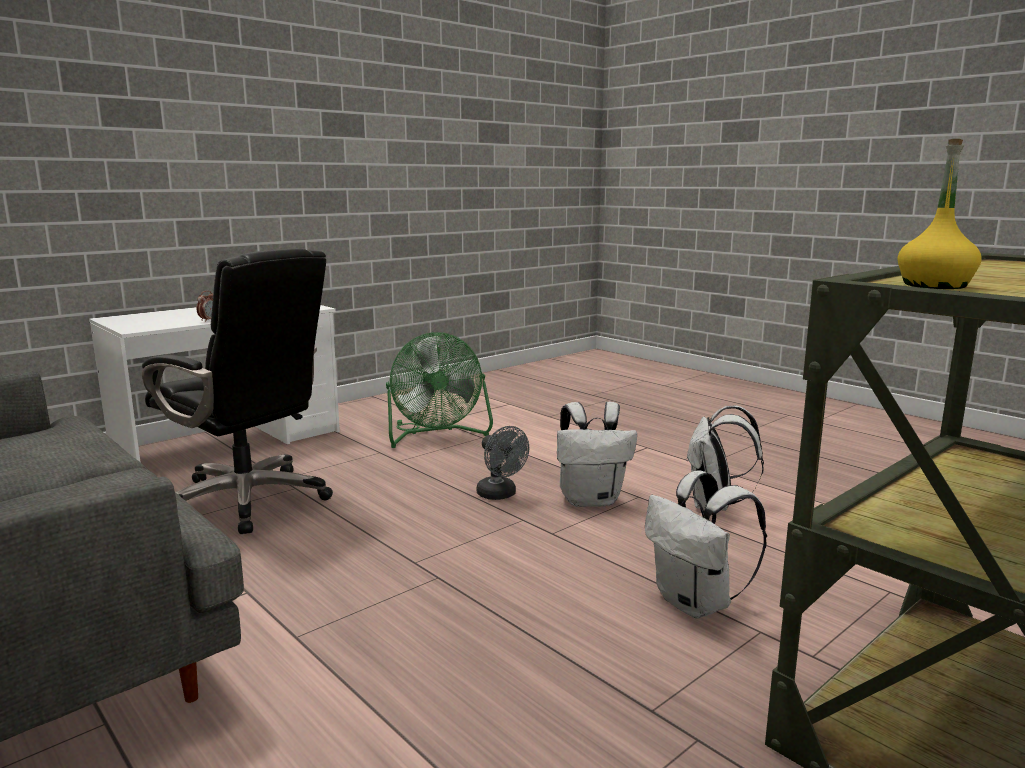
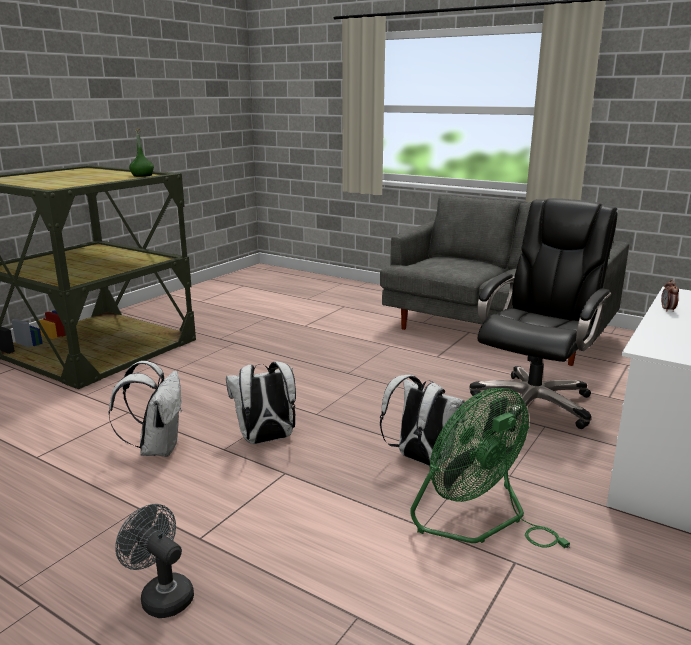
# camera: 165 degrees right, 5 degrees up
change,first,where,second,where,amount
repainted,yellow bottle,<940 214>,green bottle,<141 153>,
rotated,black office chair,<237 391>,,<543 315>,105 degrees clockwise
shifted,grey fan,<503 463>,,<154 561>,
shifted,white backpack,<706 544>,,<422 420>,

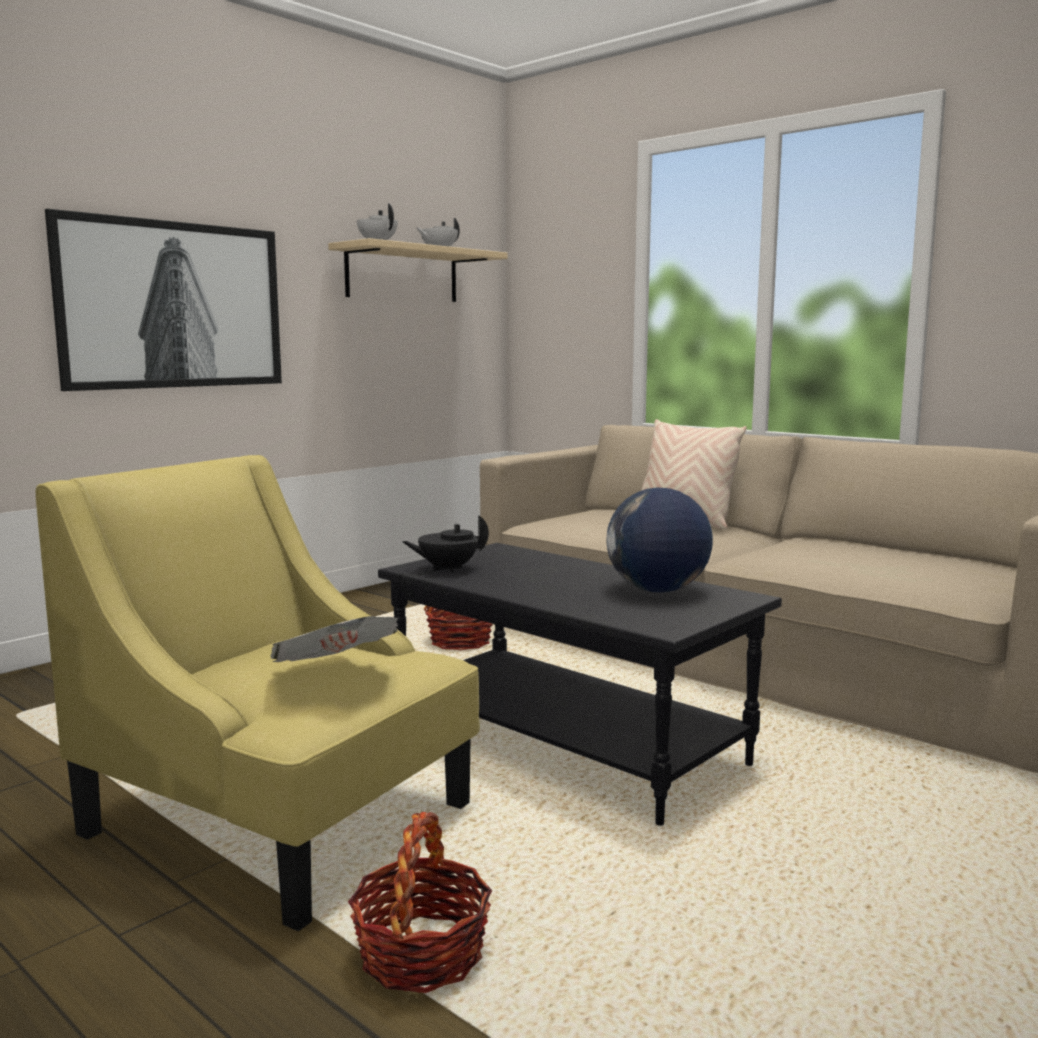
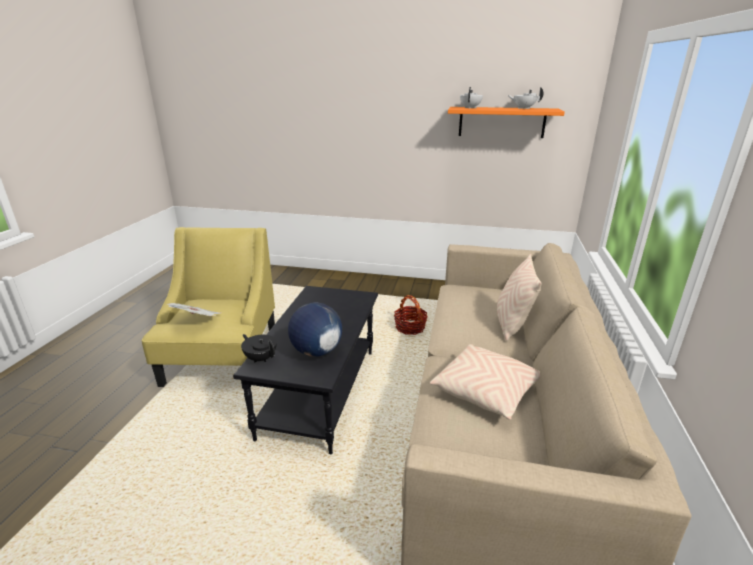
# camera: 60 degrees right, 15 degrees up
change,first,where,second,where,amount
gone,picture,<163 300>,,,
repainted,beige shelf,<418 270>,orange shelf,<506 122>,
shifted,black teapot,<445 543>,,<259 348>,
gone,basket,<420 902>,,,
new,,,beige pillow,<485 382>,

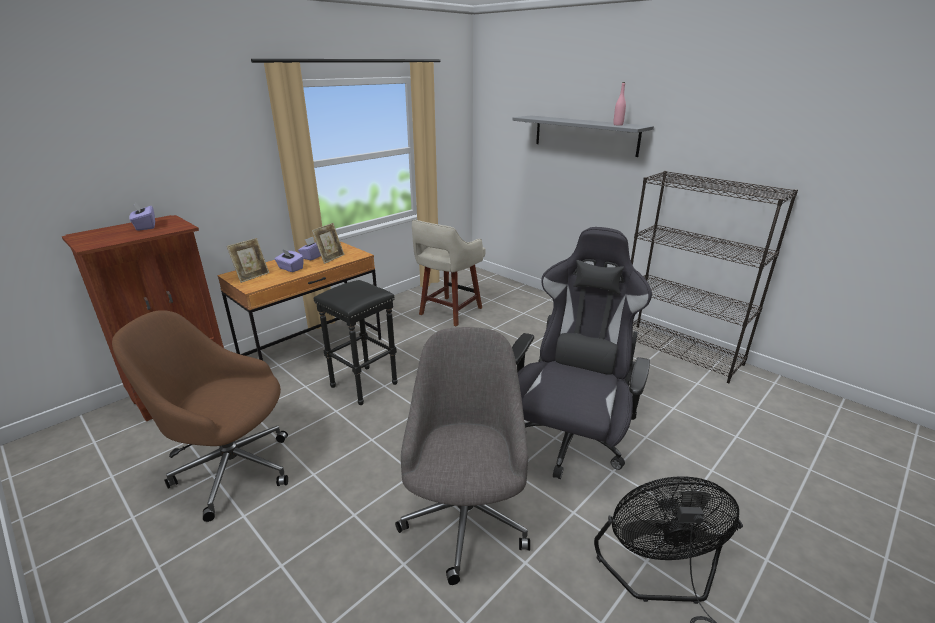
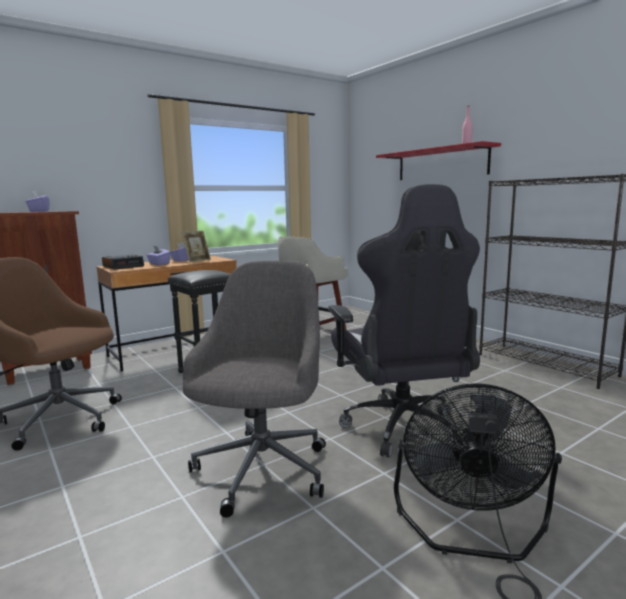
# camera: 10 degrees right, 15 degrees down
change,first,where,second,where,amount
repainted,grey shelf,<583 136>,red shelf,<438 160>,
rotated,black office chair,<582 353>,,<404 321>,135 degrees clockwise
swapped,picture frame,<248 260>,alarm clock,<123 262>,

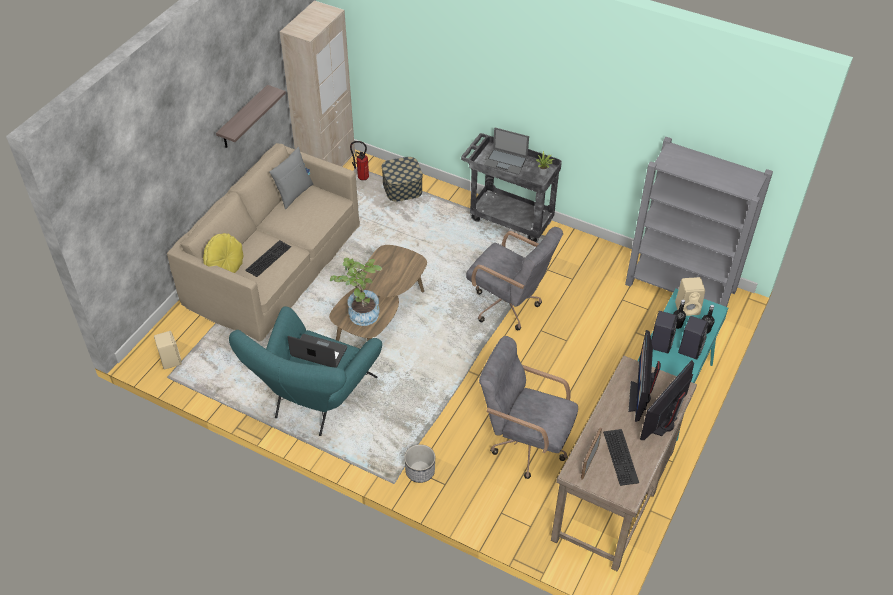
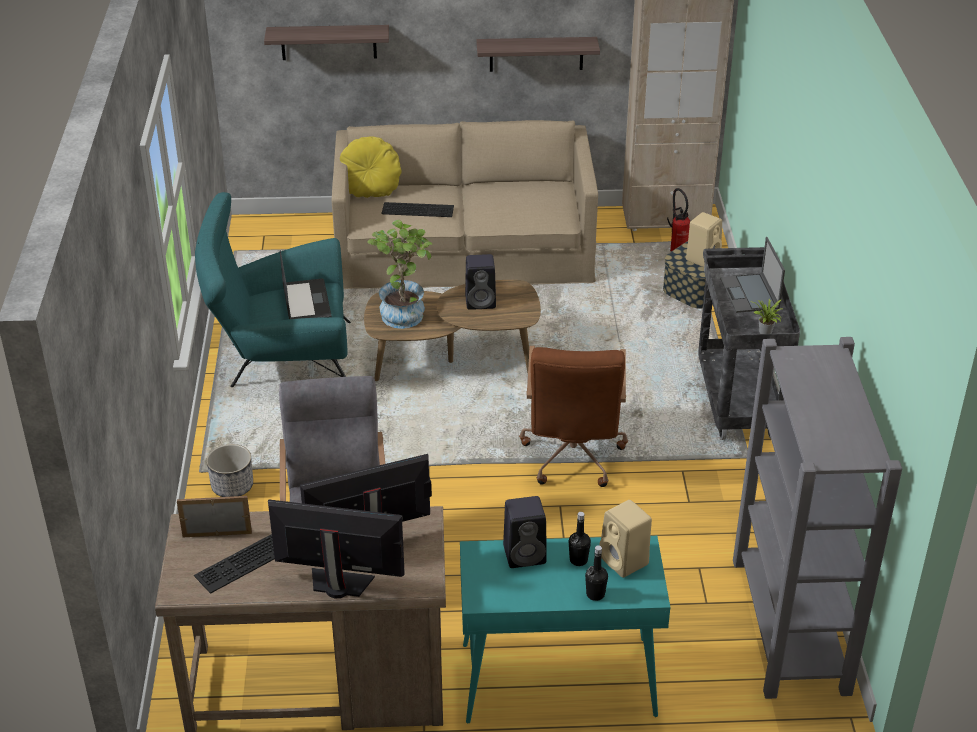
# camera: 60 degrees right, 10 degrees down
change,first,where,second,where,amount
gone,grey pillow,<291 178>,,,
repainted,grey office chair,<514 278>,brown office chair,<573 416>,
shifted,black speaker,<693 337>,,<480 282>,
shifted,beige speaker,<168 350>,,<704 239>,
new,,,shelf,<326 42>,

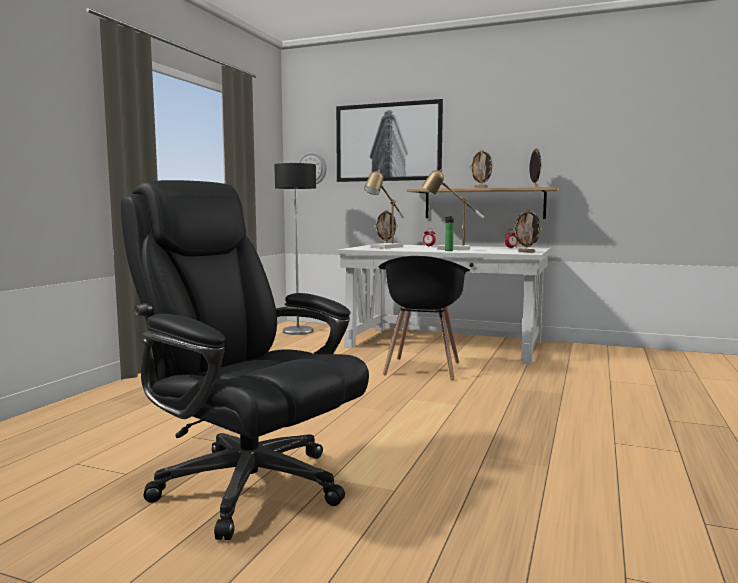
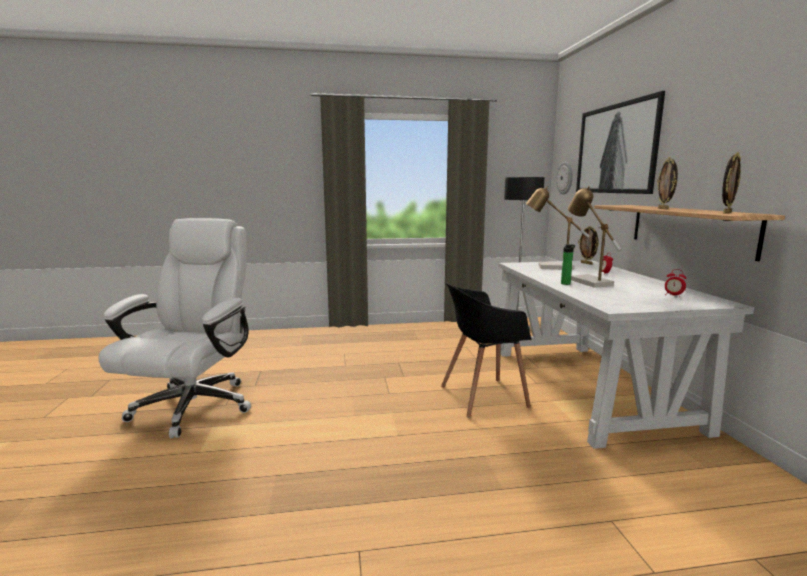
# camera: 60 degrees right, 5 degrees up
change,first,where,second,where,amount
repainted,black office chair,<245 360>,white office chair,<175 328>,
gone,picture frame,<527 230>,,,

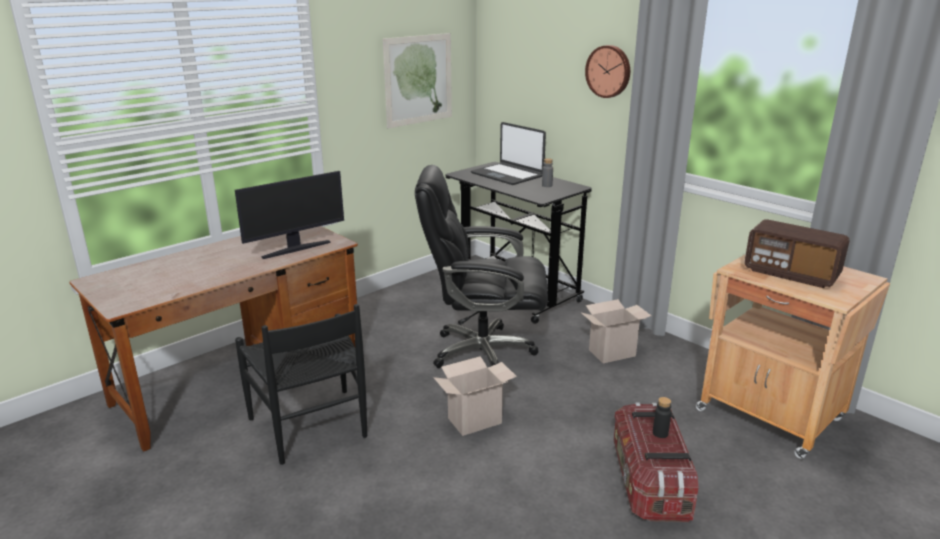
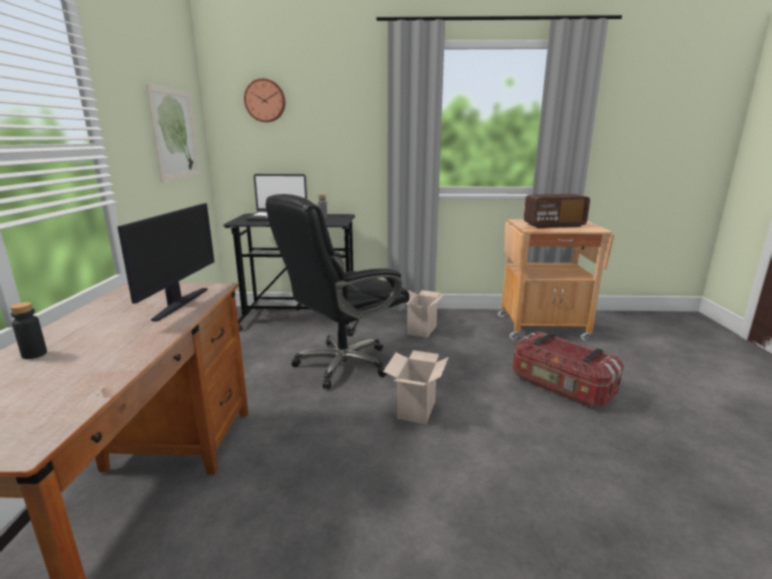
# camera: 45 degrees left, 5 degrees down
change,first,where,second,where,amount
shifted,wall clock,<607 71>,,<264 100>,
gone,black chair,<301 384>,,,
shifted,black bottle,<662 417>,,<28 330>,

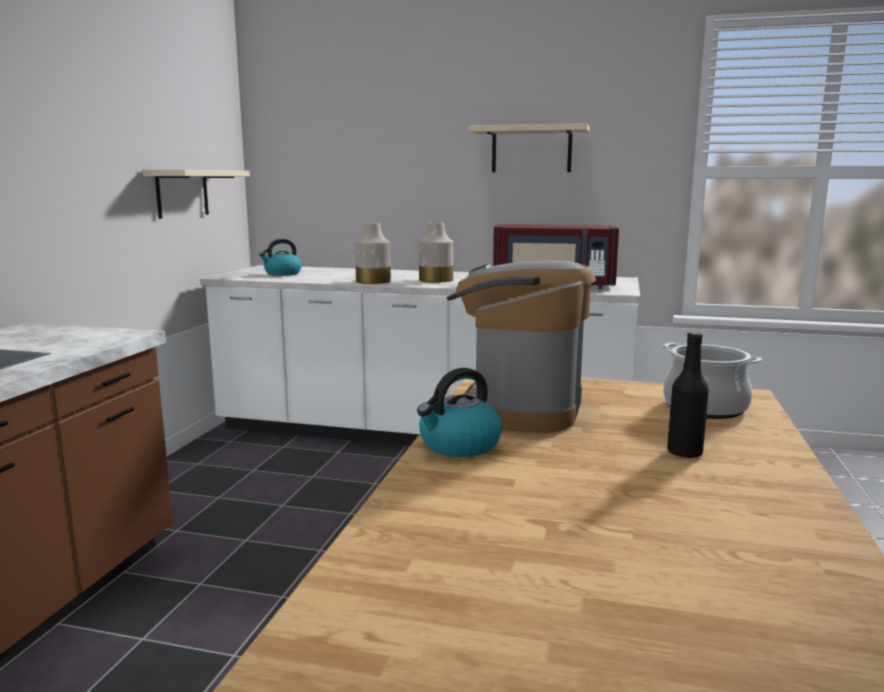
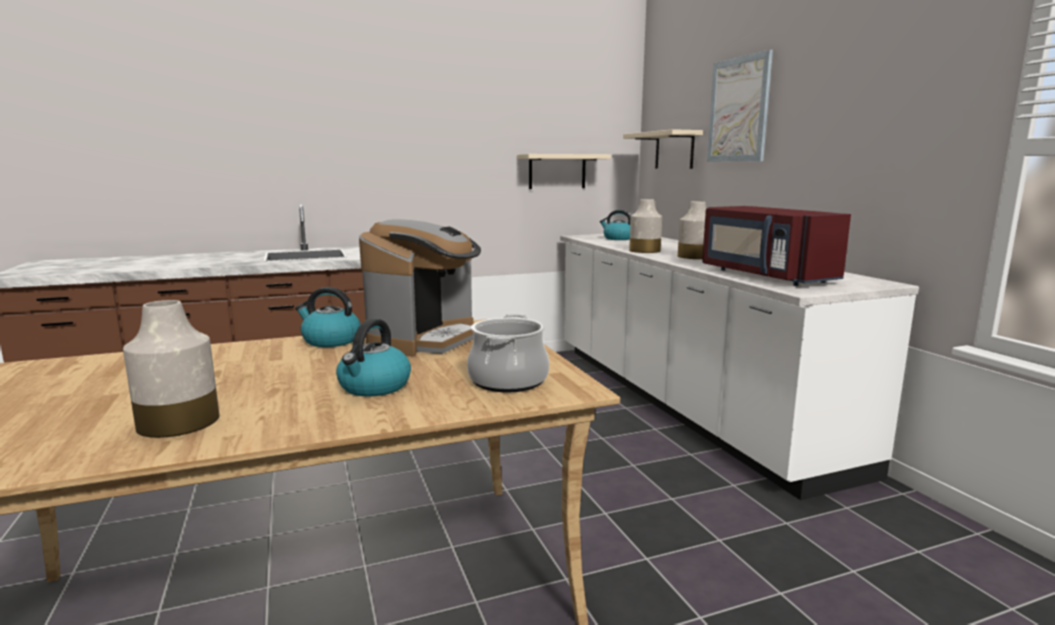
# camera: 55 degrees right, 0 degrees up
change,first,where,second,where,amount
shifted,beige shelf,<529 147>,,<663 149>,
rotated,coffee machine,<521 347>,,<420 288>,135 degrees clockwise
swapped,black bottle,<688 395>,kettle,<373 358>,
new,,,picture,<740 106>,
new,,,beige vase,<171 369>,

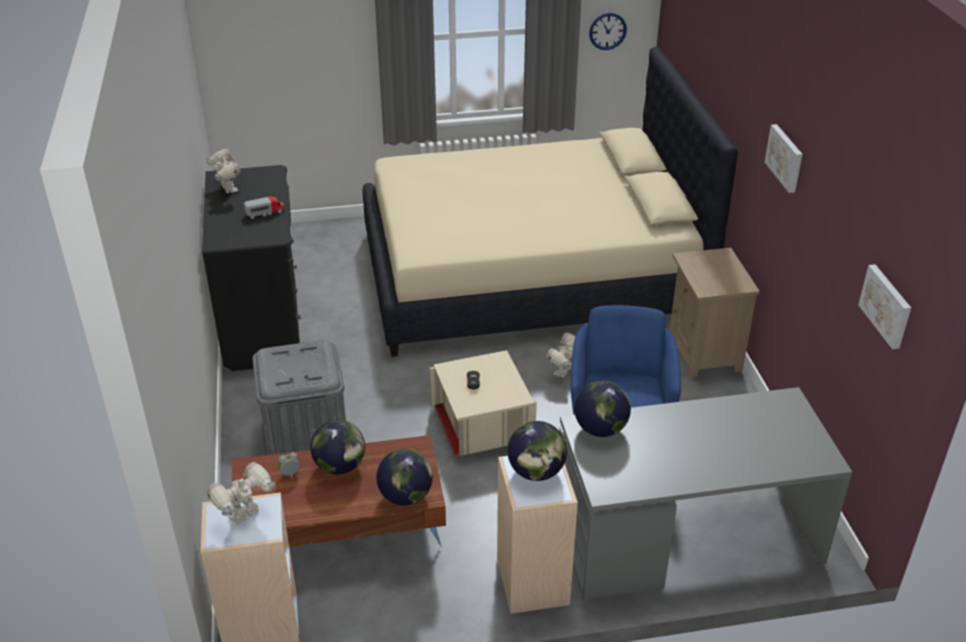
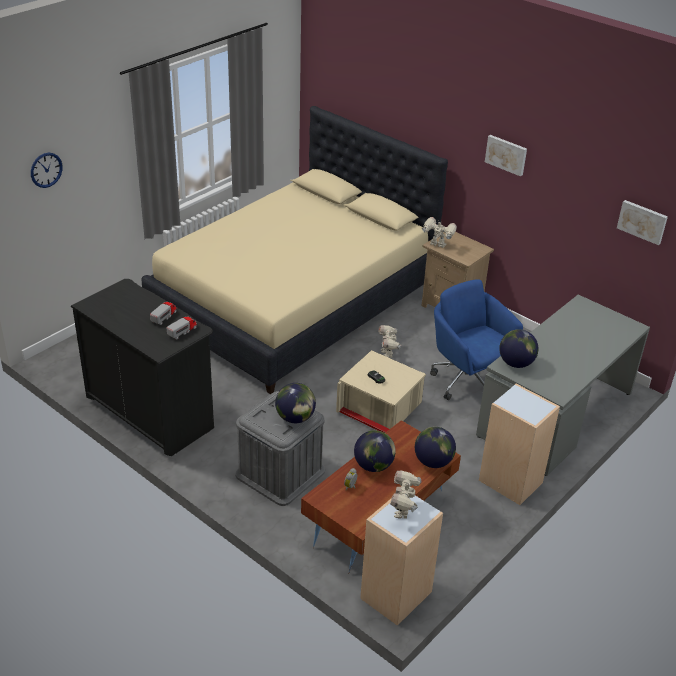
# camera: 40 degrees left, 0 degrees up
change,first,where,second,where,amount
shifted,wall clock,<608 31>,,<47 170>,
shifted,toy robot,<223 171>,,<439 232>,
shifted,globe,<537 451>,,<295 403>,
new,,,toy truck,<182 328>,

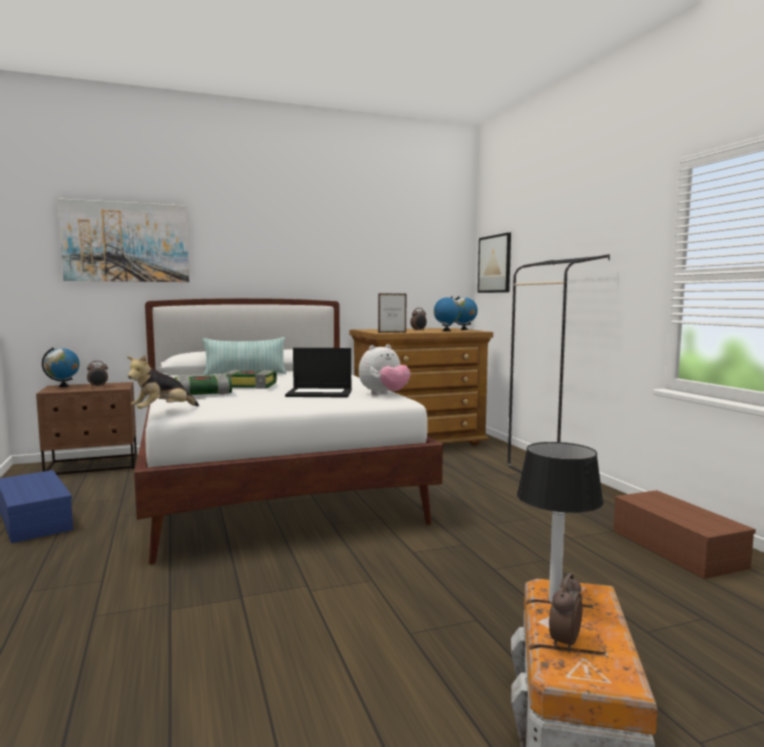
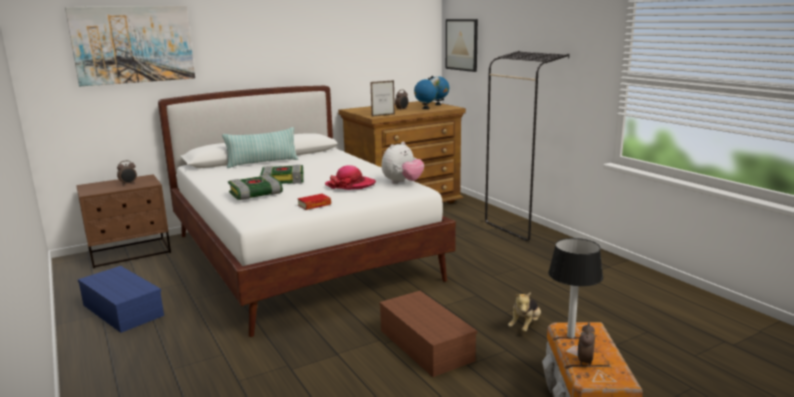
# camera: 10 degrees left, 10 degrees up
change,first,where,second,where,amount
gone,globe,<61 367>,,,
swapped,laptop,<318 373>,hat,<350 177>,
shifted,plush toy,<163 382>,,<524 312>,
shifted,brown storage box,<684 534>,,<428 334>,
new,,,book,<314 202>,

